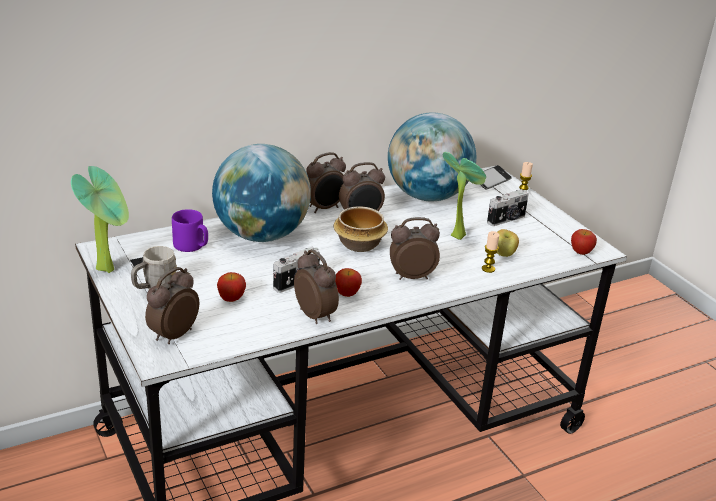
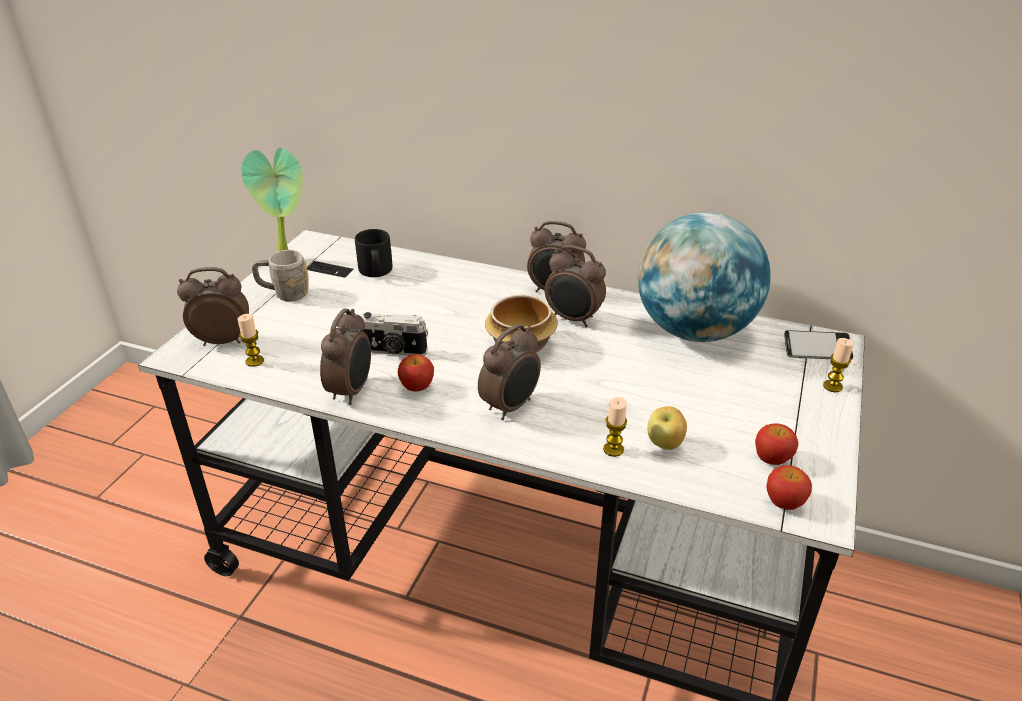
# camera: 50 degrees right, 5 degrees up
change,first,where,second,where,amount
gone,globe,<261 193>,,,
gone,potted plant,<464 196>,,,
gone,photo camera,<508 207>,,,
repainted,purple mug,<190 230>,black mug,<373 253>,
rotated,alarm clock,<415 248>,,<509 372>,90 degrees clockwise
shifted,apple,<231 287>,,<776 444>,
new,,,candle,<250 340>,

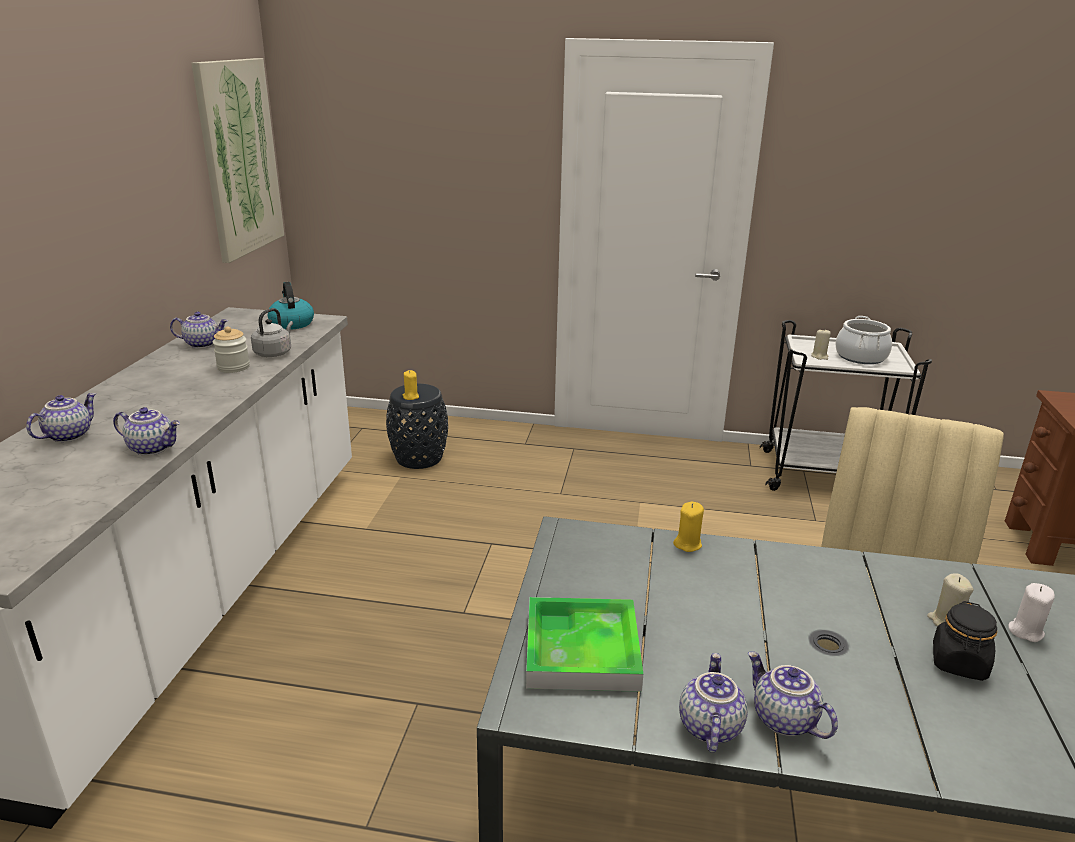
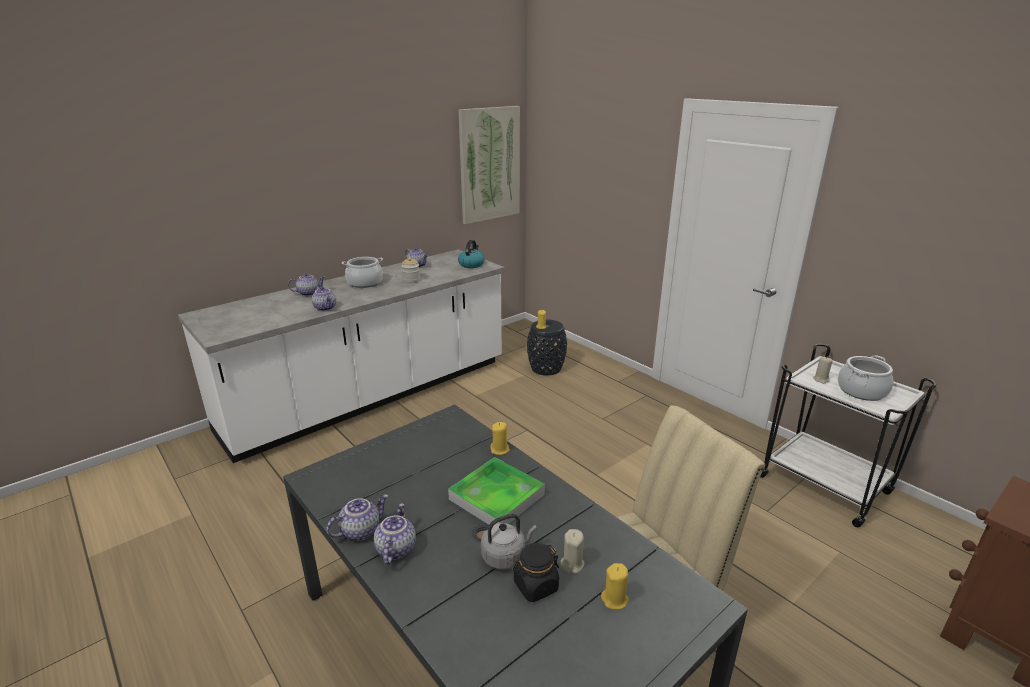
# camera: 40 degrees right, 0 degrees up
change,first,where,second,where,amount
shifted,grey kettle,<272 332>,,<509 542>,
repainted,white candle,<1031 612>,yellow candle,<615 586>,
shifted,tray,<584 644>,,<496 491>,
new,,,cooking pot,<362 272>,

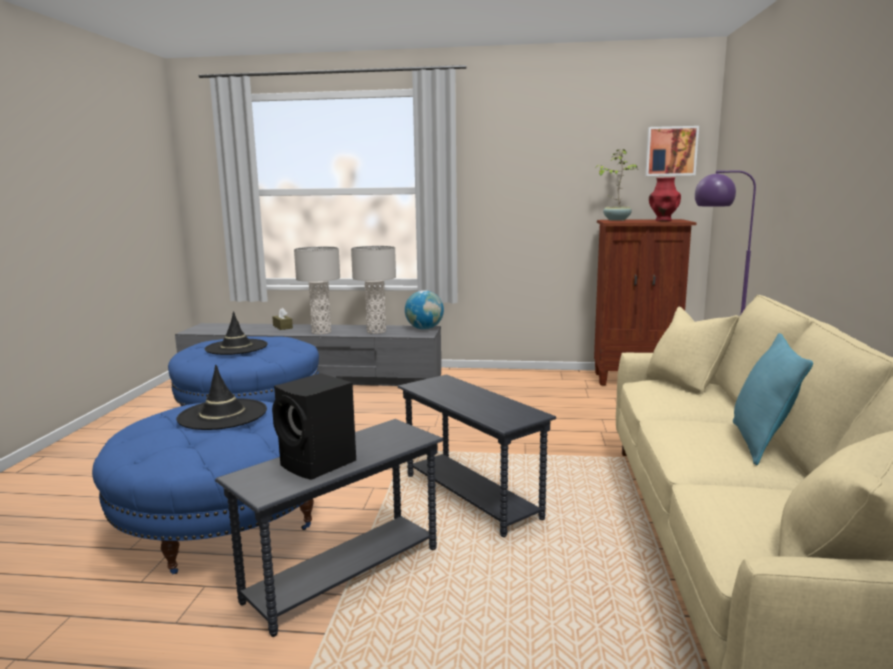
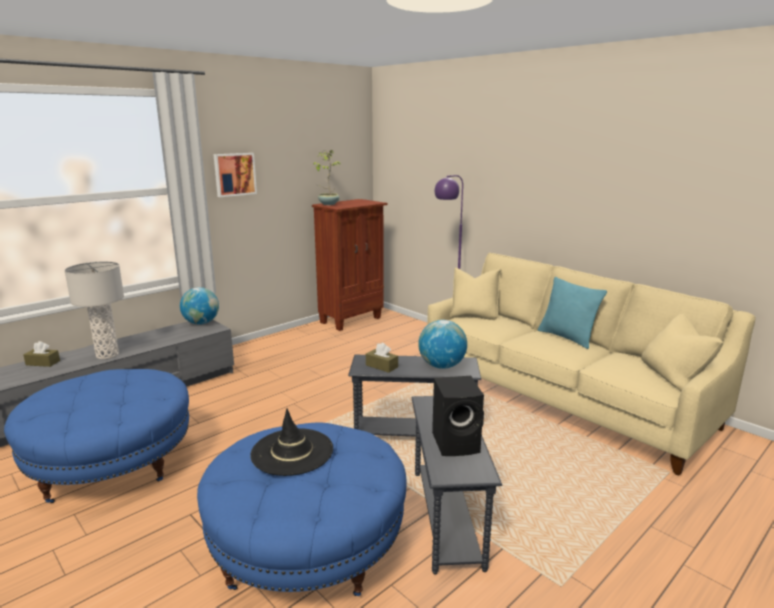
# camera: 50 degrees left, 5 degrees up
change,first,where,second,where,amount
shifted,picture,<672 151>,,<235 175>,
gone,red vase,<665 199>,,,
gone,white table lamp,<373 290>,,,
gone,black hat,<236 333>,,,
new,,,globe,<442 344>,
new,,,brown tissue box,<382 358>,

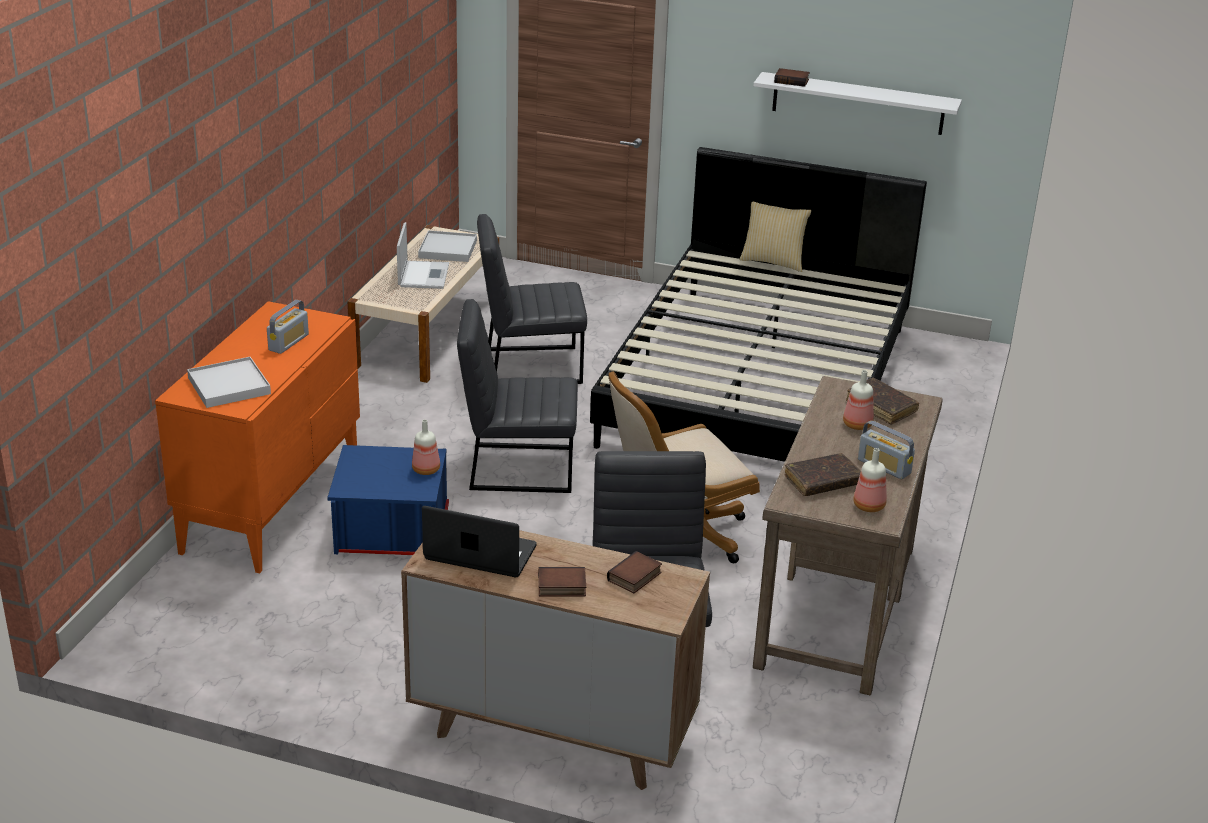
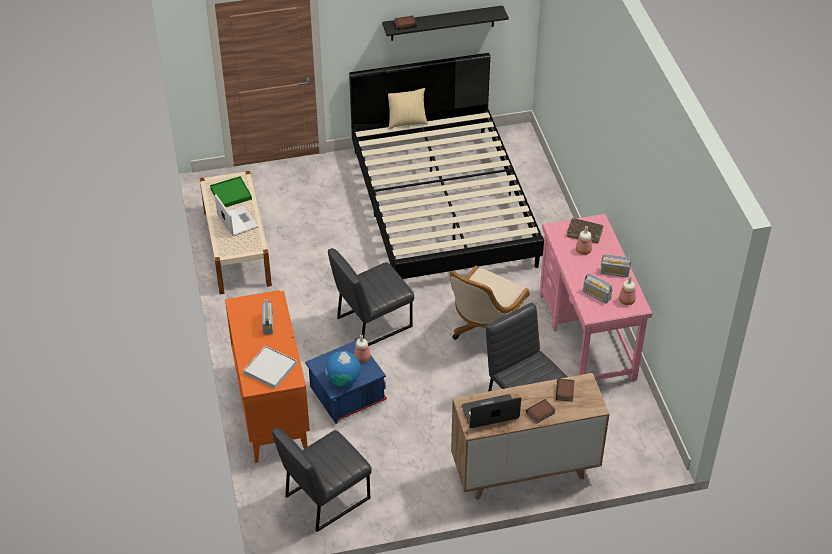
# camera: 30 degrees left, 15 degrees up
change,first,where,second,where,amount
repainted,white shelf,<858 103>,black shelf,<445 23>,
shifted,grey chair,<532 299>,,<322 480>,
repainted,white tray,<447 246>,green tray,<231 191>,
repainted,brown desk,<848 535>,pink desk,<595 297>,
swapped,brown book,<823 474>,radio,<598 288>,
new,,,globe,<343 369>,

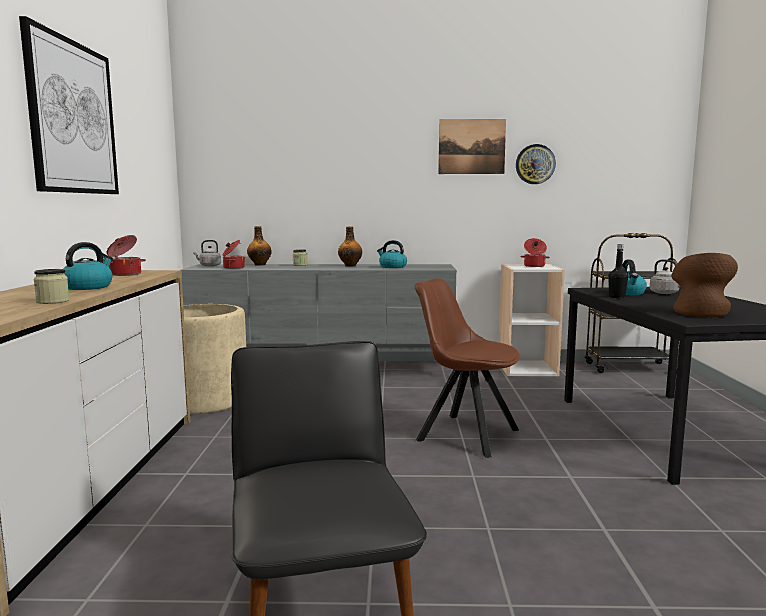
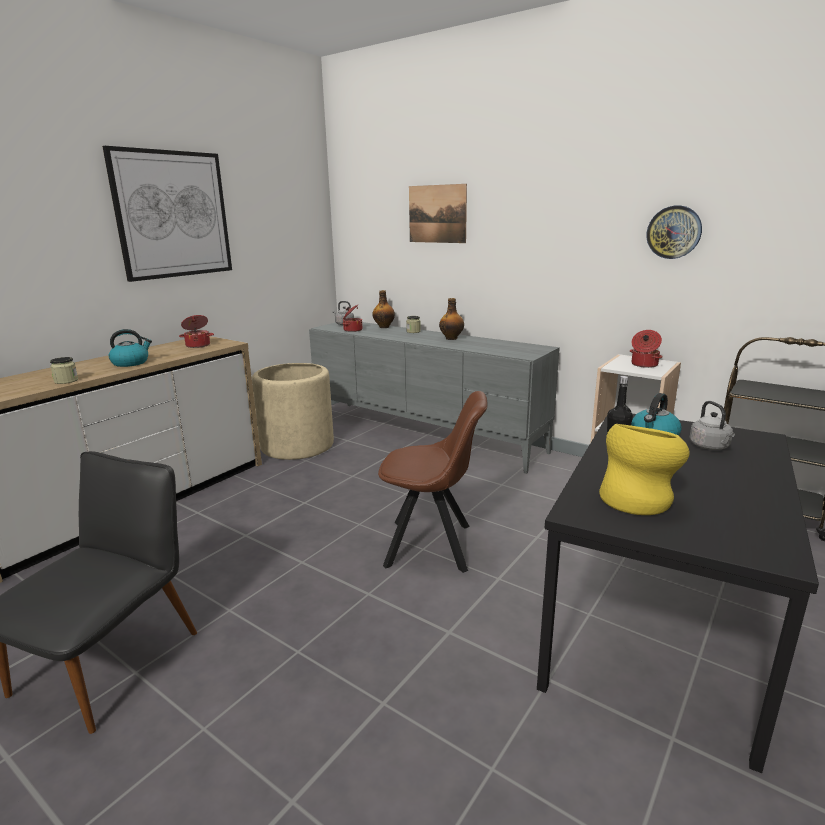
# camera: 35 degrees right, 10 degrees up
change,first,where,second,where,amount
shifted,picture,<472 146>,,<438 213>,
gone,kettle,<392 254>,,,
repainted,brown vase,<704 285>,yellow vase,<644 469>,
rotated,brown chair,<467 368>,,<433 482>,120 degrees clockwise

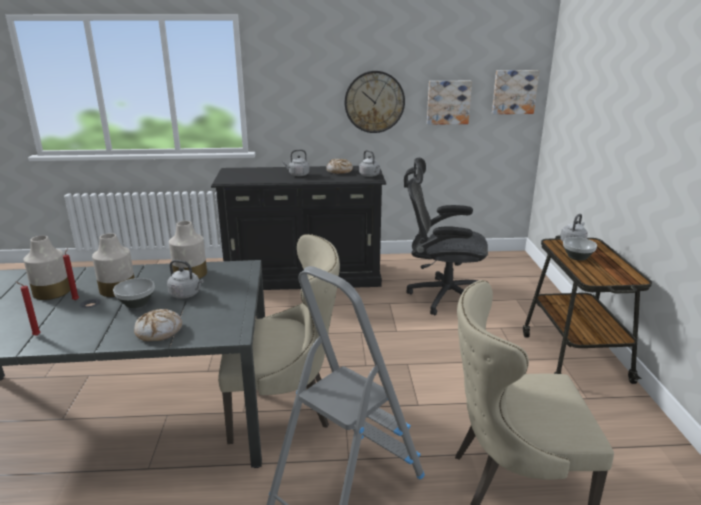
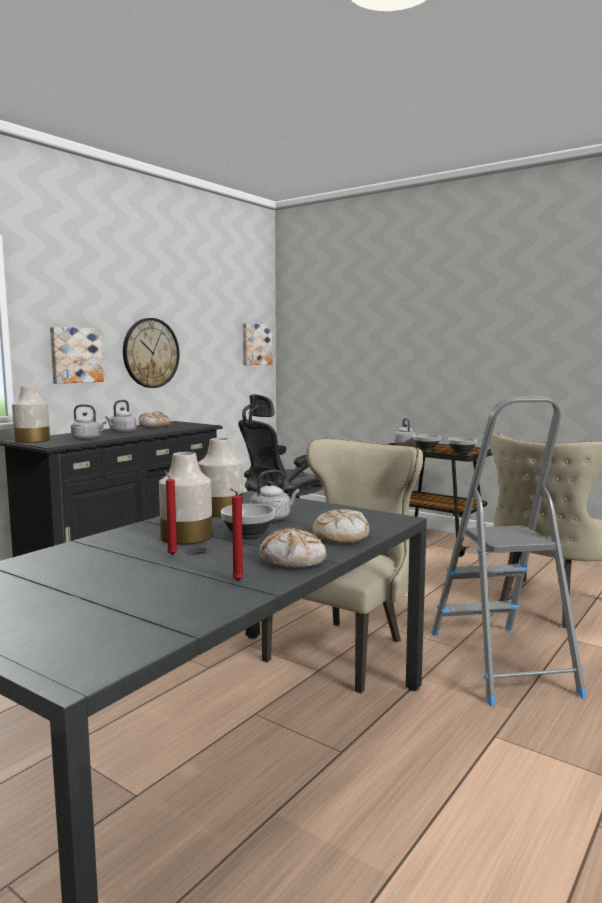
# camera: 50 degrees left, 15 degrees down
change,first,where,second,where,amount
shifted,picture,<449 103>,,<77 355>,
shifted,grey kettle,<369 163>,,<89 422>,
shifted,beige vase,<47 268>,,<31 414>,
new,,,bowl,<462 445>,
new,,,bread,<292 548>,

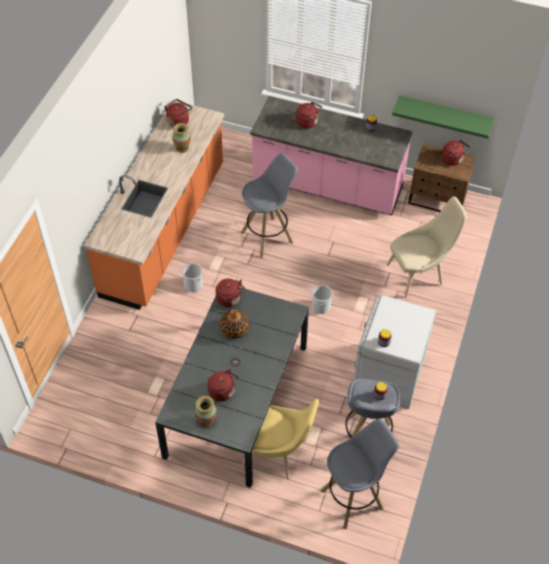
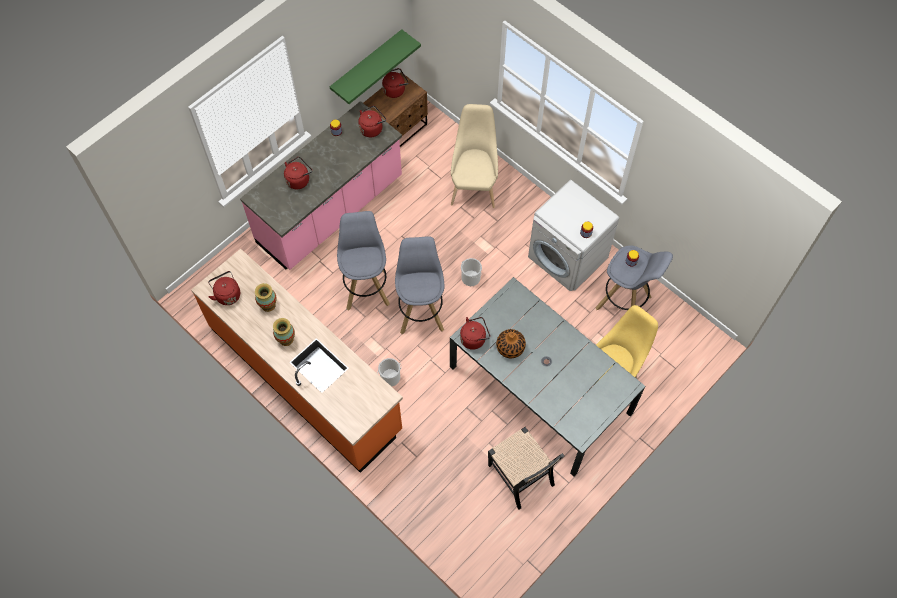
# camera: 65 degrees left, 10 degrees up
change,first,where,second,where,amount
shifted,red kettle,<223 385>,,<372 121>,
shifted,vase,<206 411>,,<284 332>,
shifted,grey stool,<359 474>,,<419 285>,
new,,,chair,<526 468>,

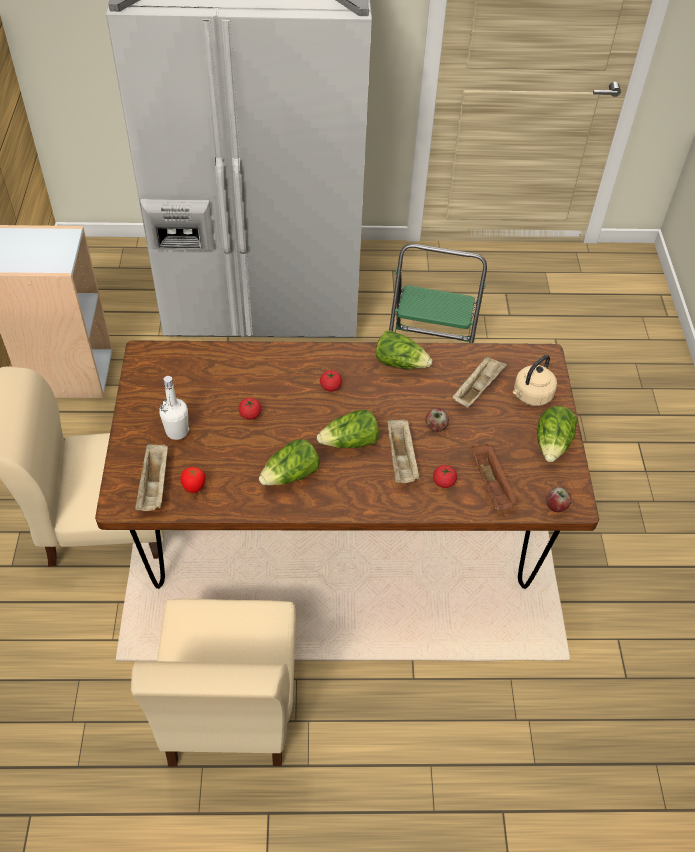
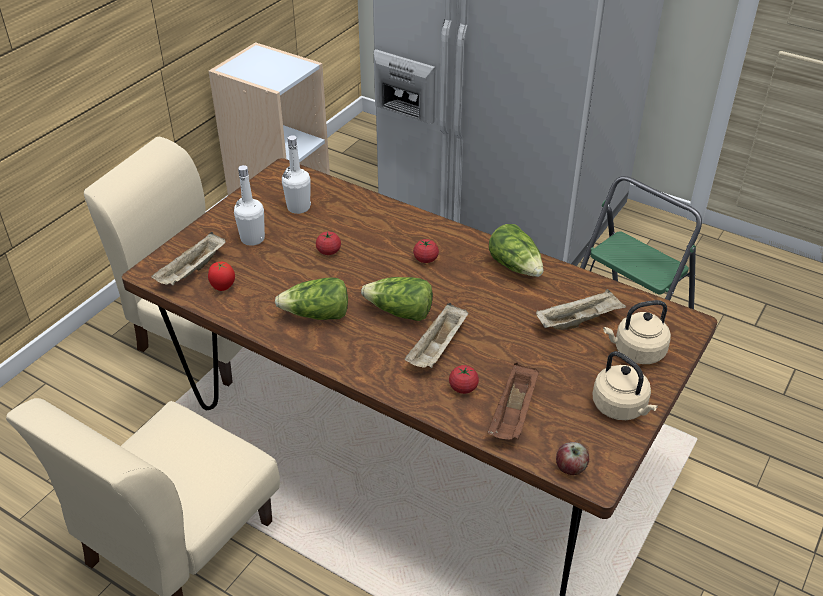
# camera: 35 degrees right, 10 degrees down
change,first,where,second,where,amount
swapped,lettuce,<557 434>,beige kettle,<625 385>,
gone,apple,<437 420>,,,
new,,,white bottle,<296 174>,

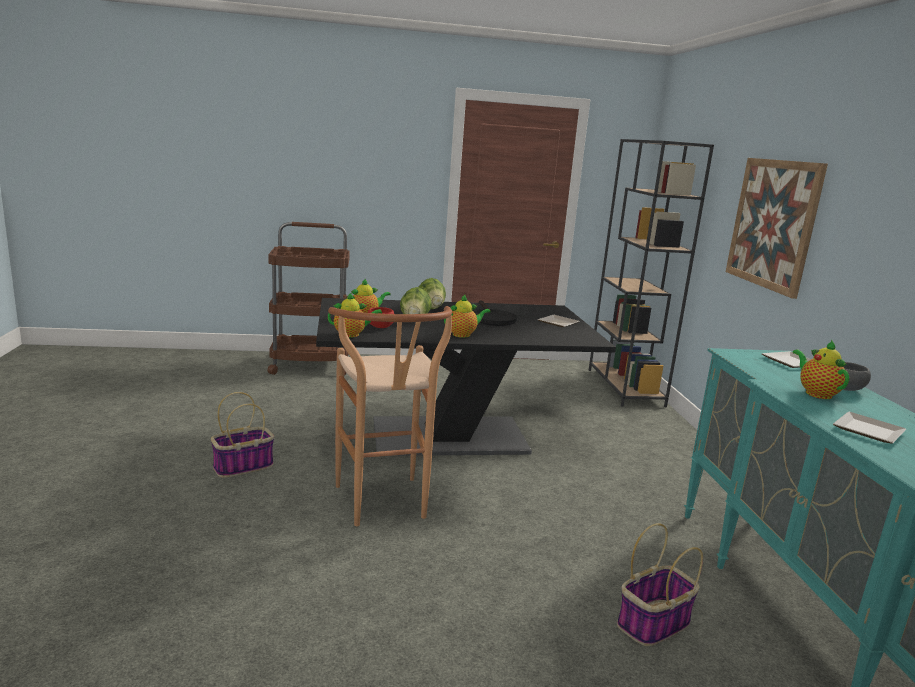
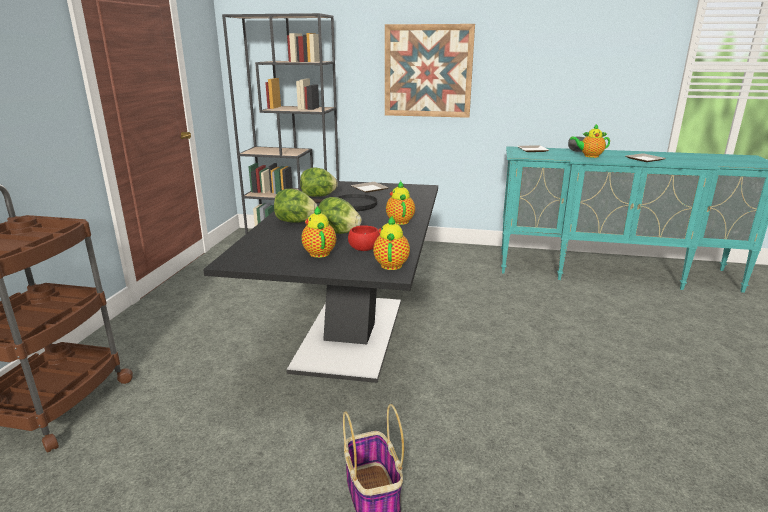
# camera: 70 degrees left, 5 degrees up
change,first,where,second,where,amount
gone,brown stool,<390 416>,,,
gone,basket,<660 584>,,,
new,,,lettuce,<319 182>,

